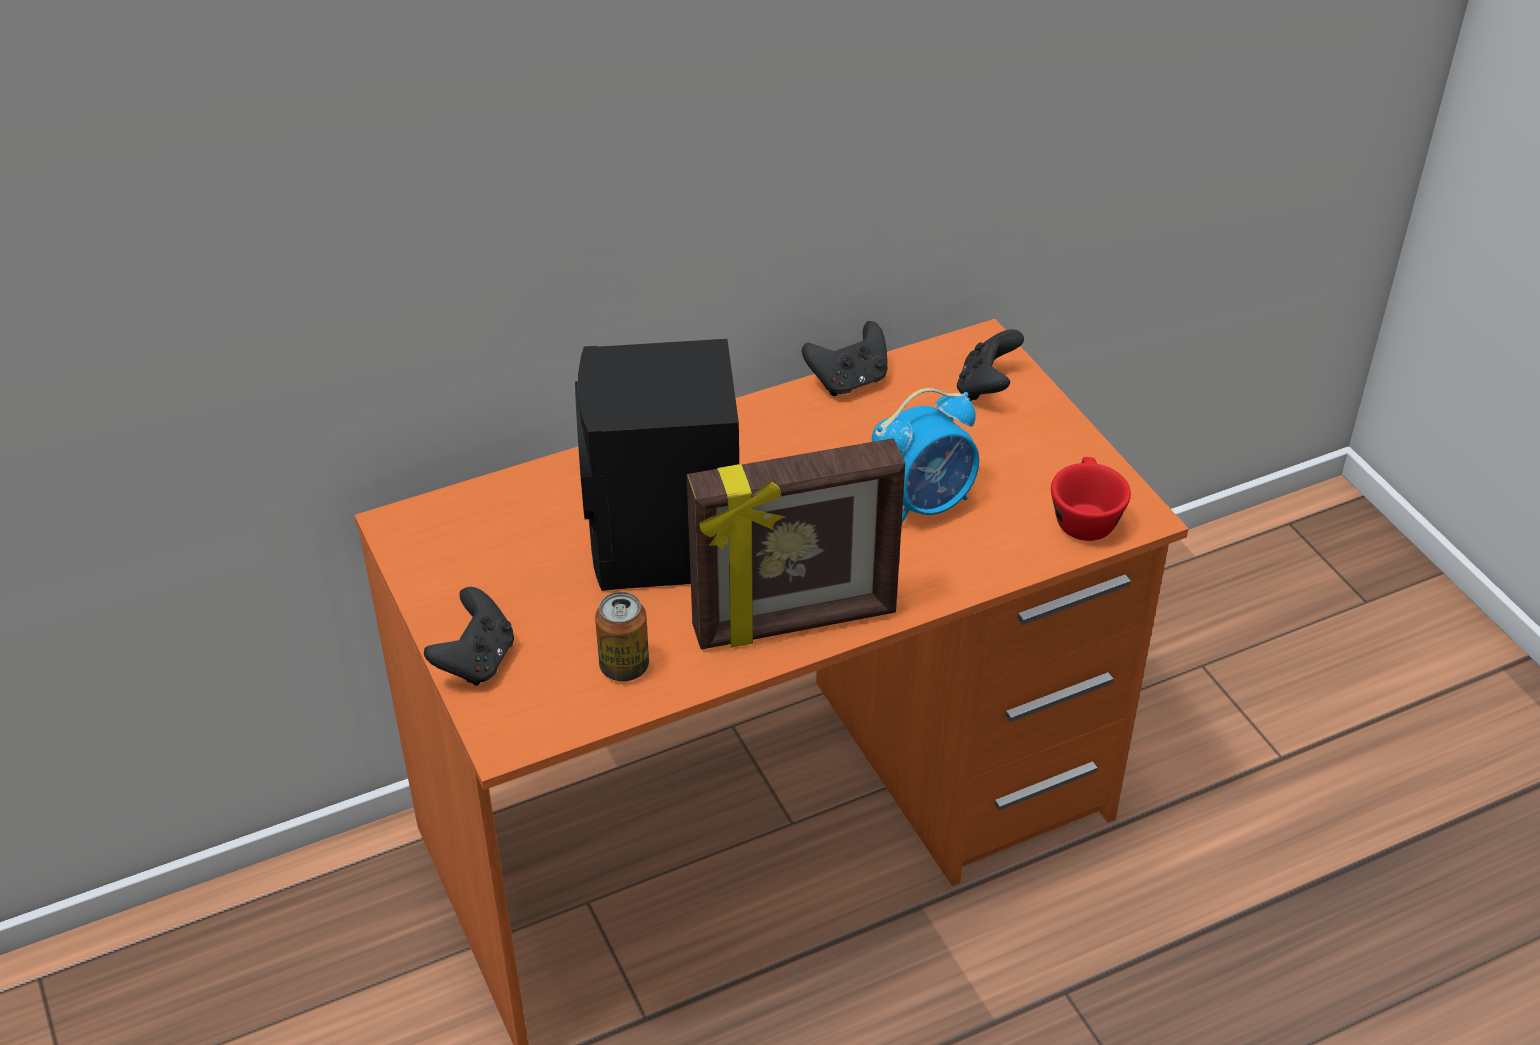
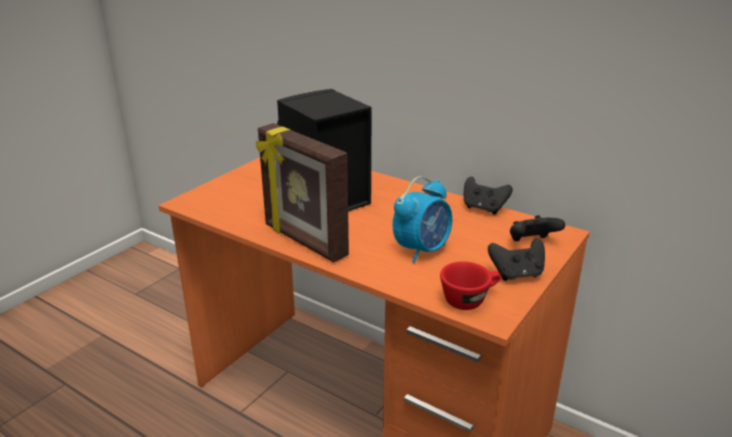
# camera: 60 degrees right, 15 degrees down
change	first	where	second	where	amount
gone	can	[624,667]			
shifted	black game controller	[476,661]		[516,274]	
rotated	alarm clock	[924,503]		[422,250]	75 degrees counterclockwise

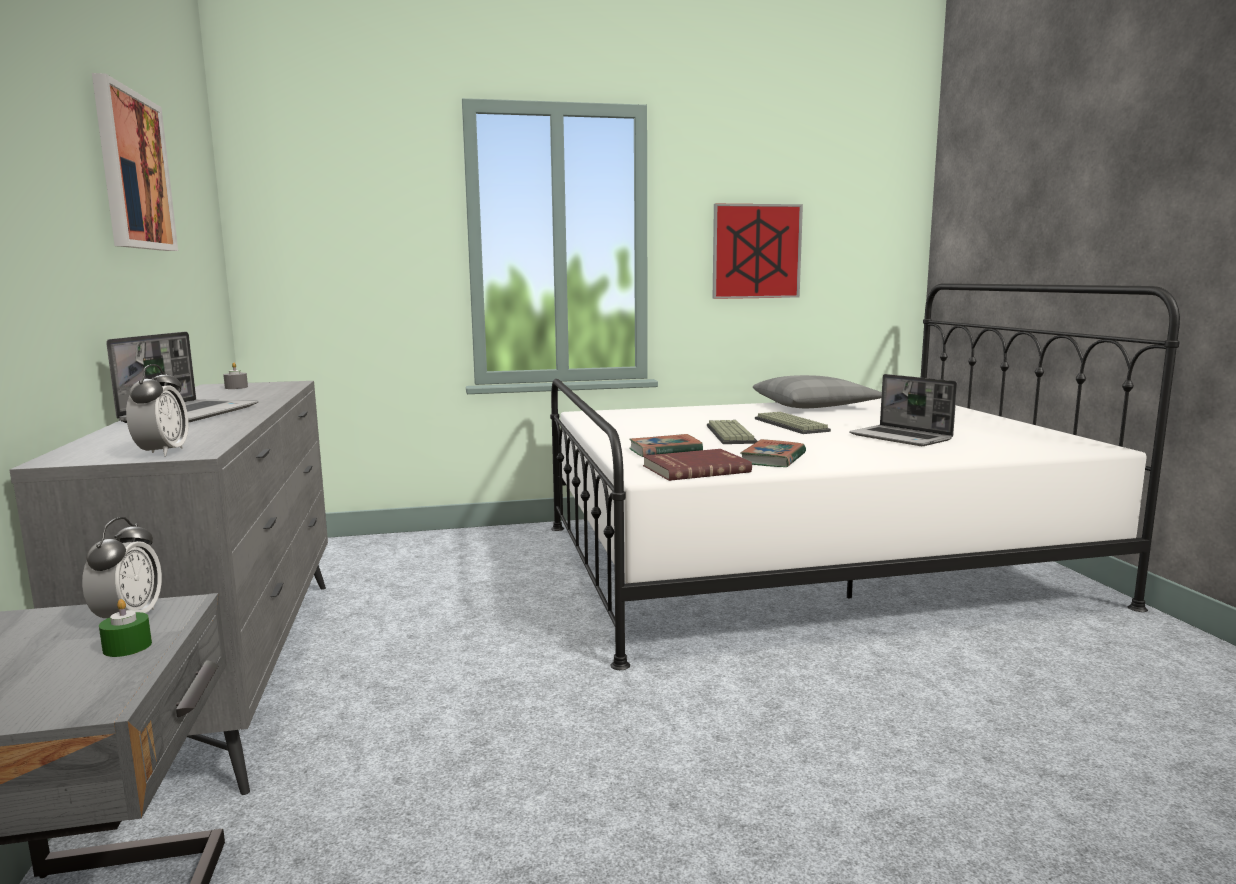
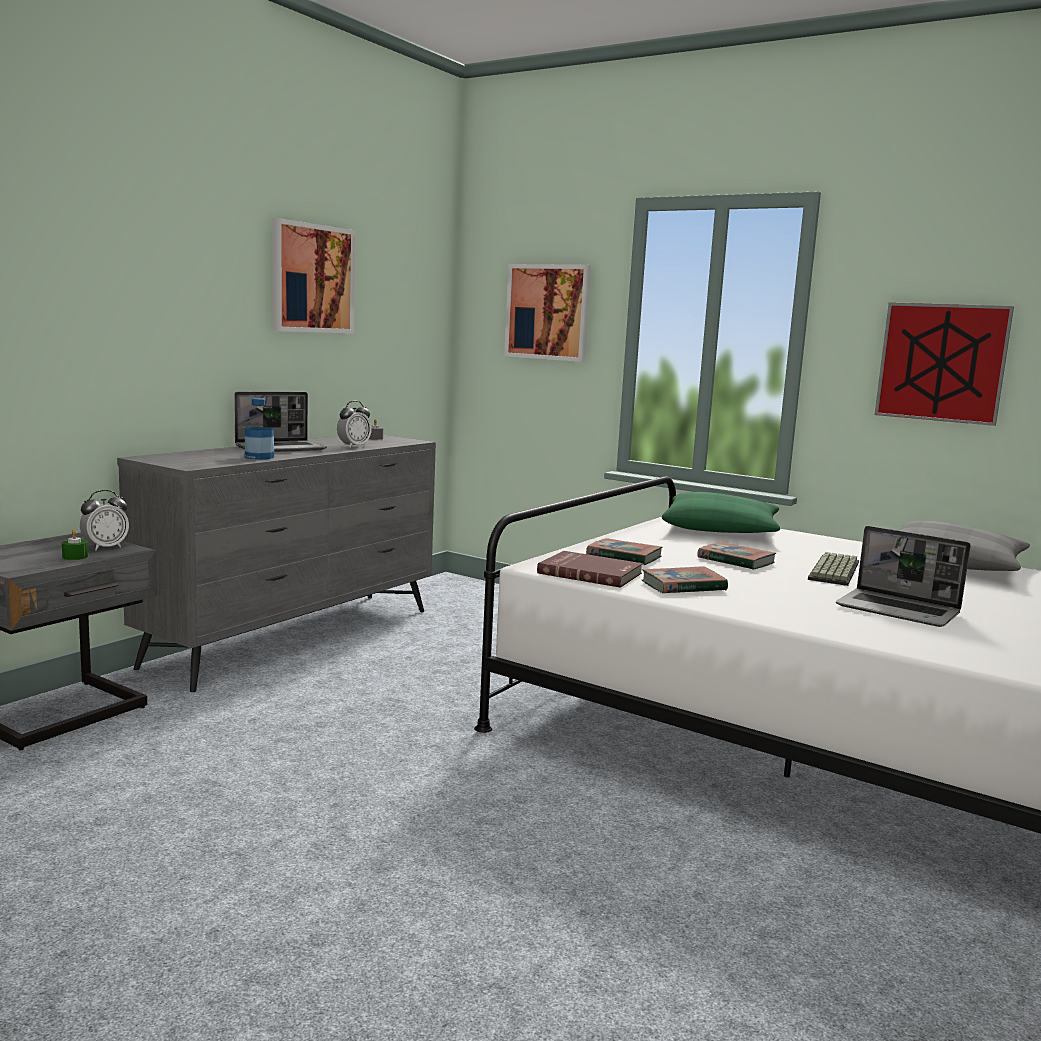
# camera: 45 degrees right, 0 degrees up
change	first	where	second	where	amount
new			bottle	[259,457]	
new			picture	[547,312]	
new			green pillow	[721,529]	
shifted	alarm clock	[162,452]		[354,446]	
swapped	keyboard	[728,434]	book	[735,561]	
rotated	laptop	[901,438]		[899,610]	60 degrees counterclockwise

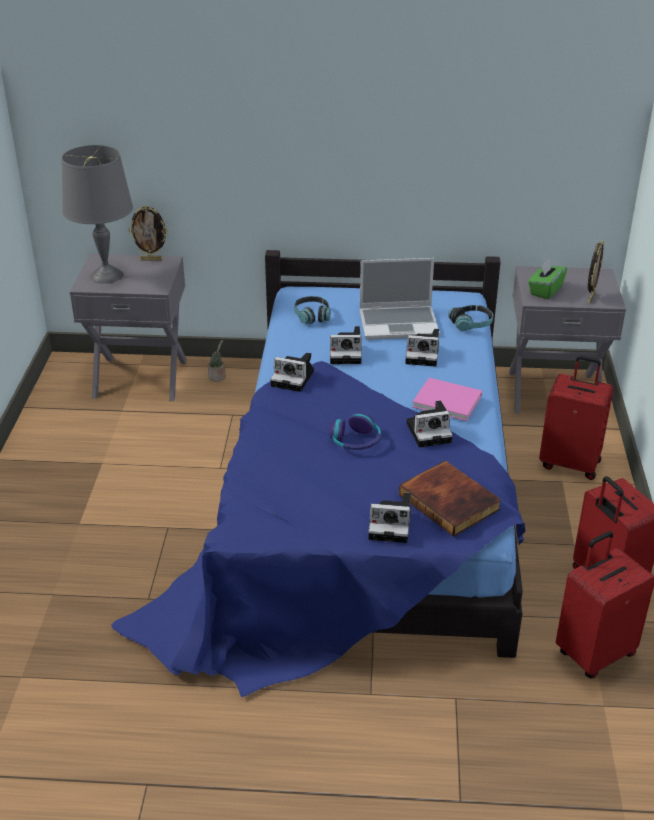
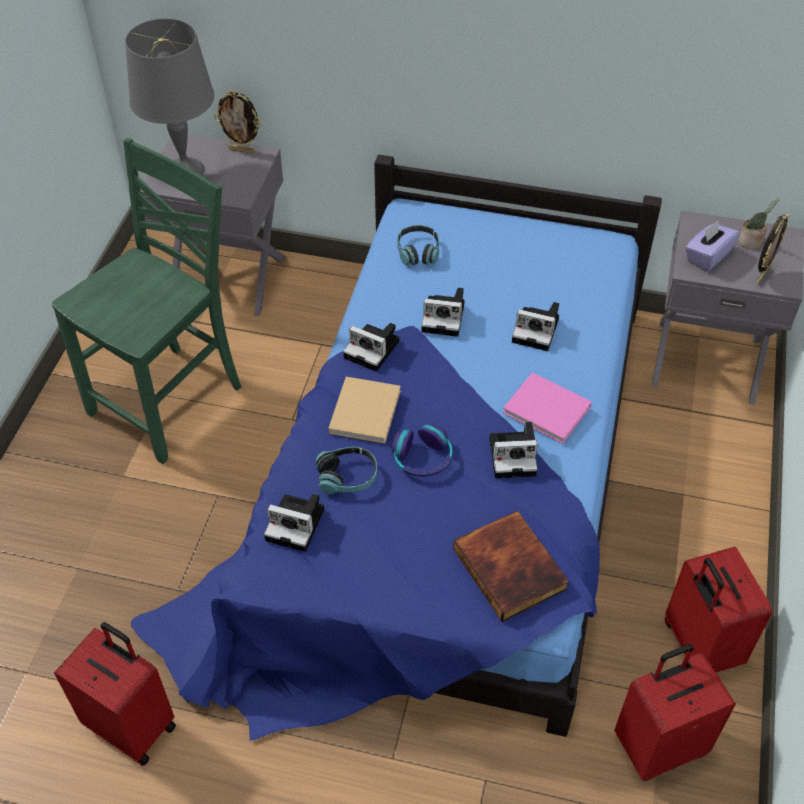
# camera: 10 degrees right, 15 degrees up
change	first	where	second	where	amount
gone	laptop	[399,323]			
new			green chair	[170,400]	
new			beige book	[365,410]	
shifted	potted plant	[218,377]		[751,242]	
shifted	photo camera	[392,525]		[297,524]	
shifted	headphones	[471,324]		[347,477]	
shifted	red suitcase	[570,463]		[133,725]	
repainted	green tissue box	[545,290]	purple tissue box	[707,256]	

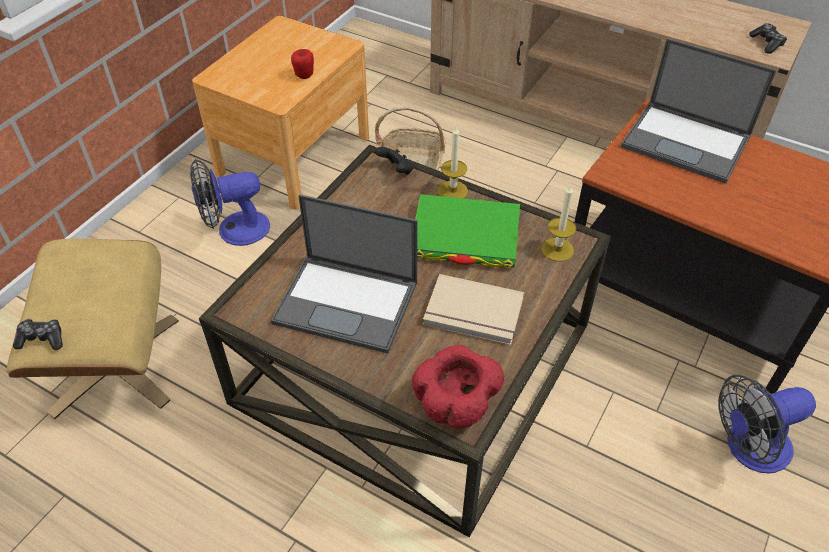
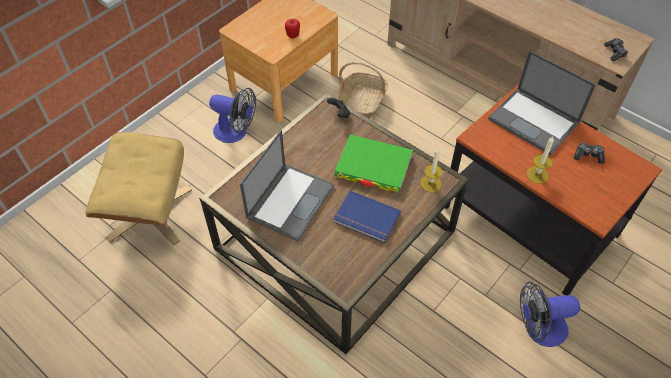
# camera: 10 degrees right, 5 degrees up
change	first	where	second	where	amount
gone	red bowl	[456,406]			
shifted	game controller	[42,339]		[588,156]	
shifted	candle	[453,191]		[537,175]	
repainted	beige book	[473,314]	blue book	[366,219]	
rotated	fan	[234,230]		[236,132]	150 degrees counterclockwise
rotated	laptop	[348,302]		[290,201]	90 degrees counterclockwise

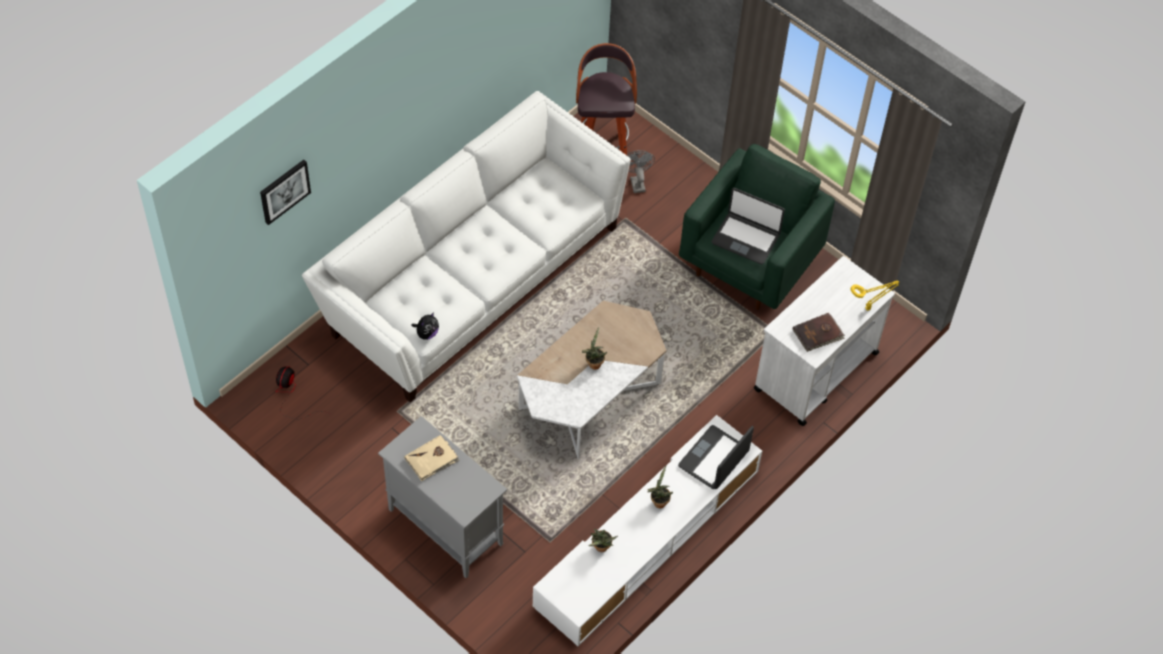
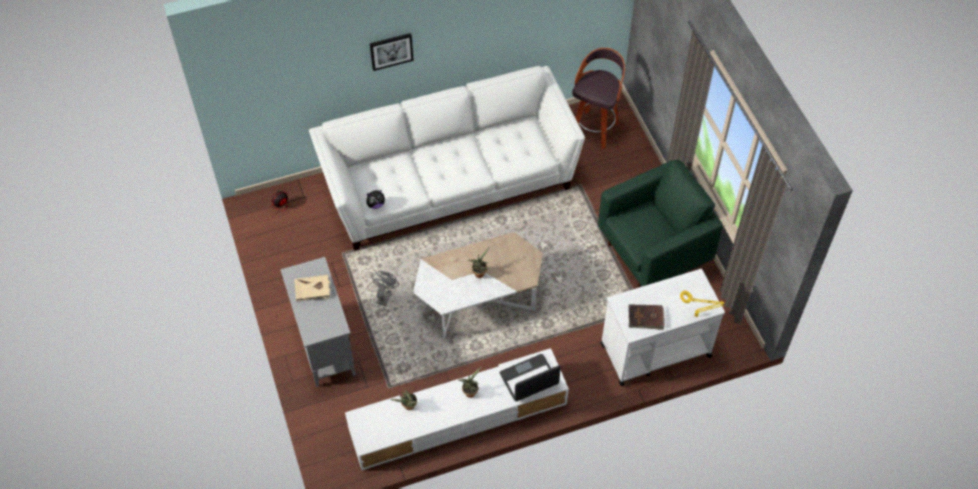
# camera: 30 degrees right, 0 degrees up
change	first	where	second	where	amount
gone	laptop	[746,238]			
shifted	picture	[284,191]		[391,51]	
shifted	grey fan	[636,182]		[384,295]	

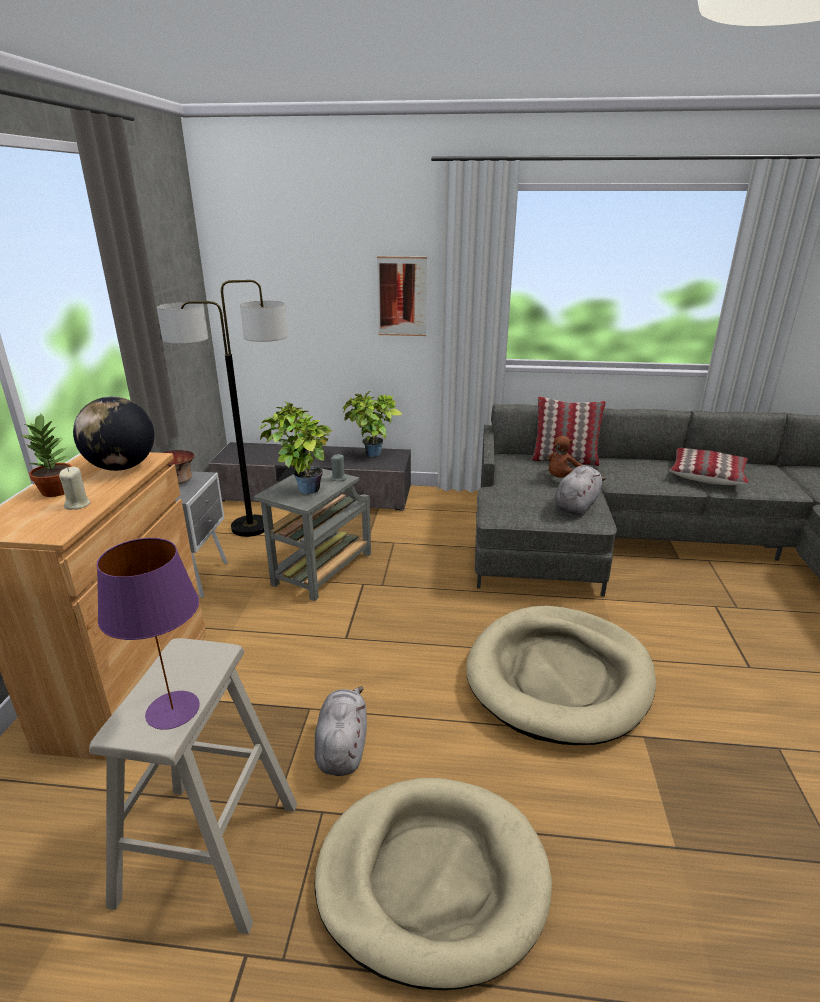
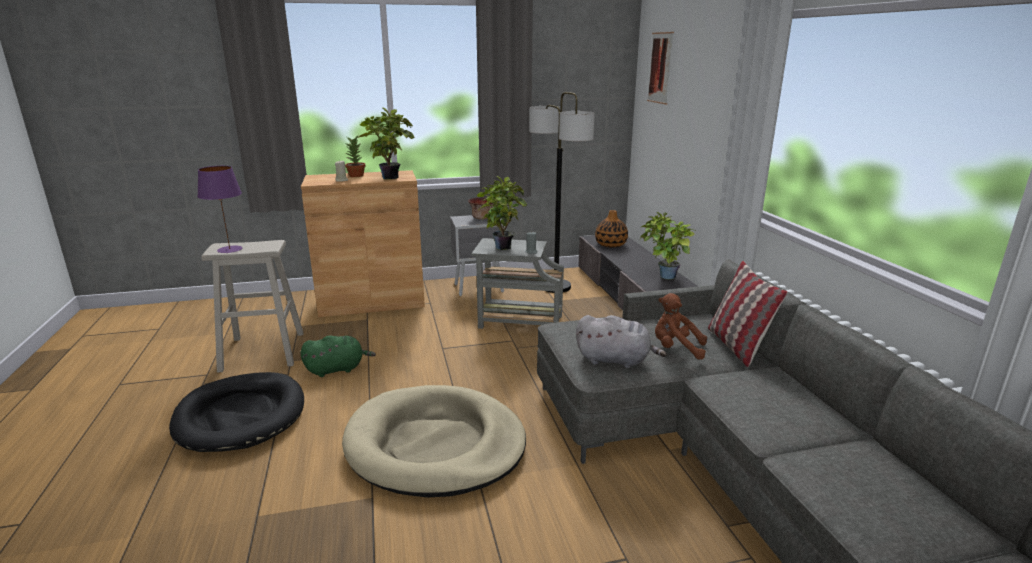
# camera: 70 degrees right, 5 degrees down
change	first	where	second	where	amount
gone	pillow	[706,475]			
new			vase	[610,244]	
shifted	picture	[402,297]		[660,68]	
swapped	globe	[122,467]	potted plant	[390,177]	
repainted	grey plush toy	[342,747]	green plush toy	[337,369]	
repainted	beige dog bed	[432,878]	black dog bed	[241,416]	

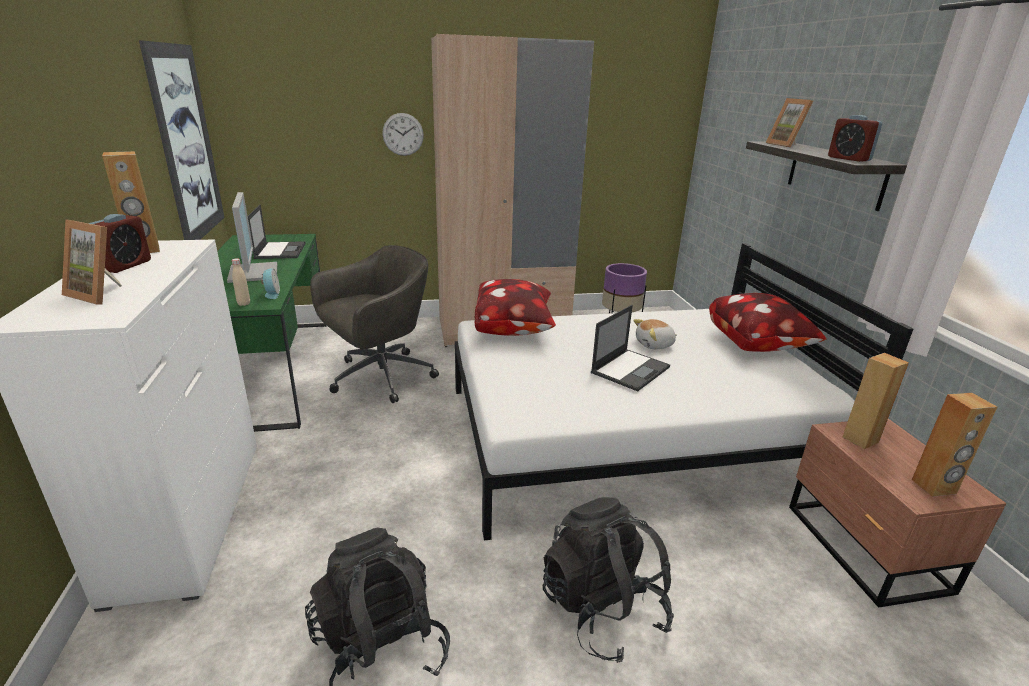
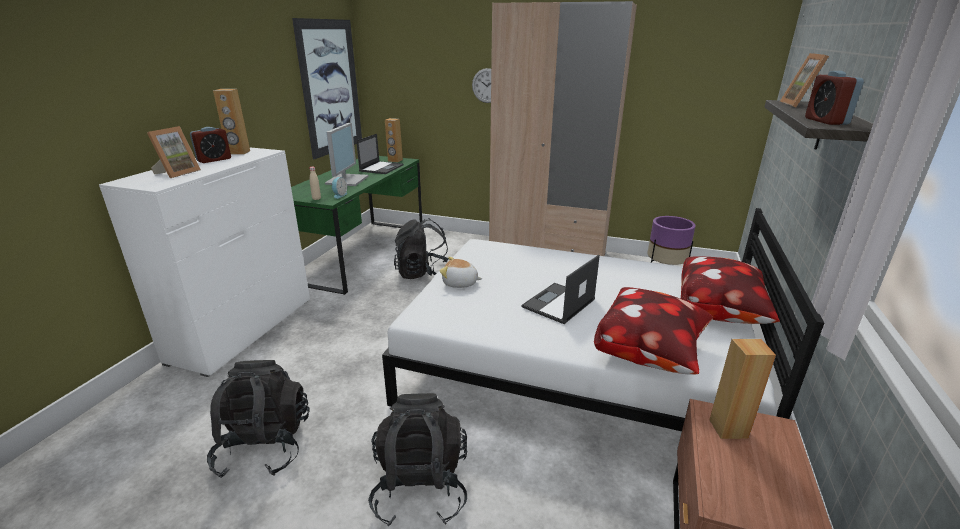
# camera: 30 degrees right, 0 degrees up
change	first	where	second	where	amount
shifted	pillow	[514,329]		[650,354]	
shifted	plush toy	[654,345]		[460,283]	
shifted	brown speaker	[934,487]		[395,160]	
swapped	grey office chair	[379,377]	black backpack	[423,273]	
rotated	picture frame	[102,294]		[177,173]	120 degrees counterclockwise
rotated	laptop	[630,369]		[558,303]	150 degrees clockwise

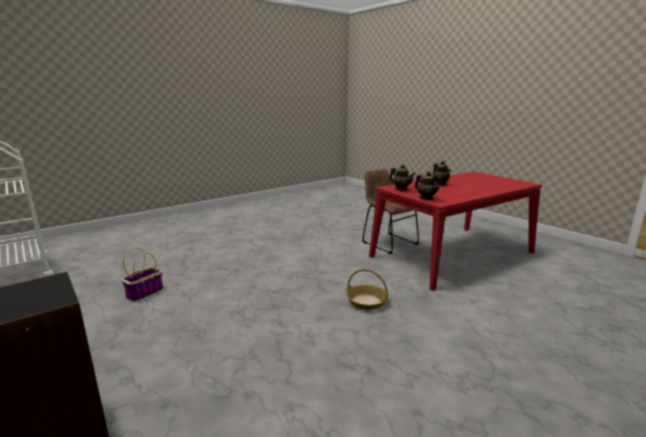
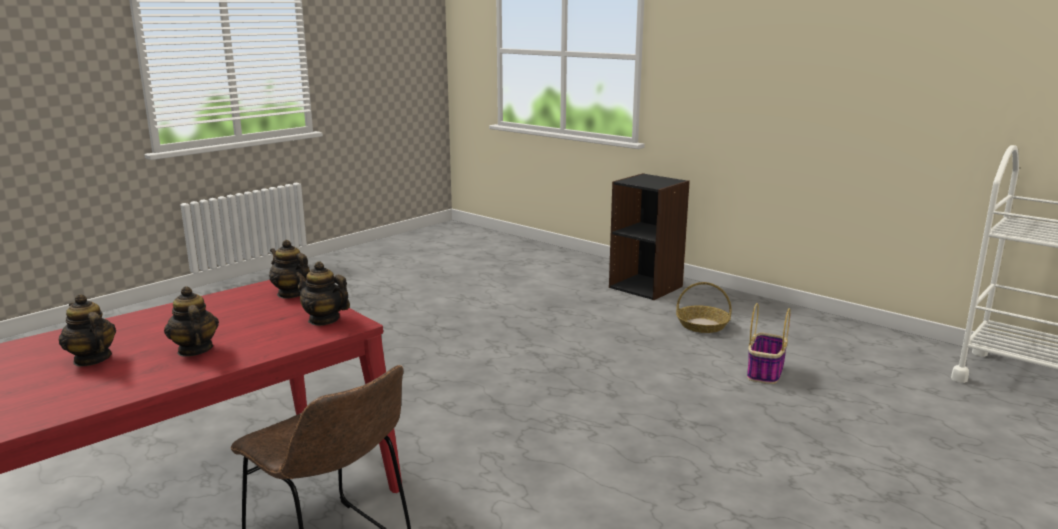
# camera: 170 degrees right, 0 degrees up
change	first	where	second	where	amount
new			teapot	[92,359]	
shifted	basket	[366,302]		[702,325]	

